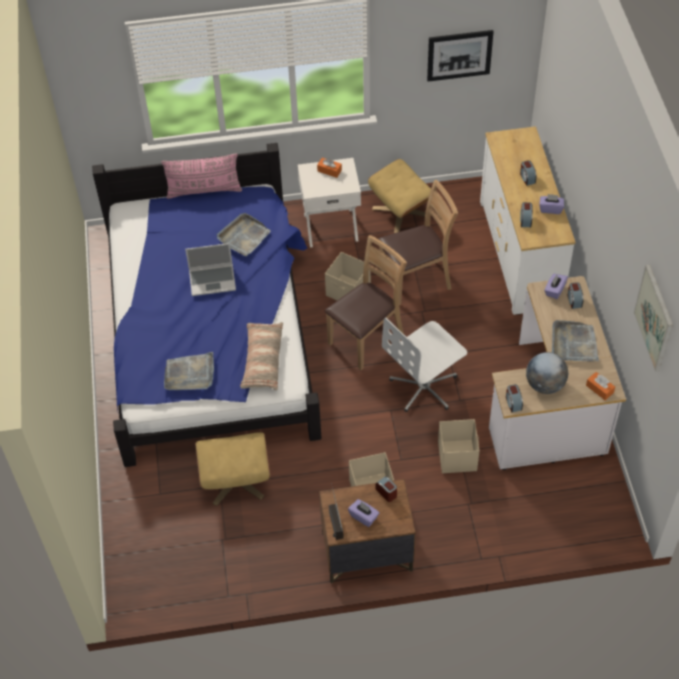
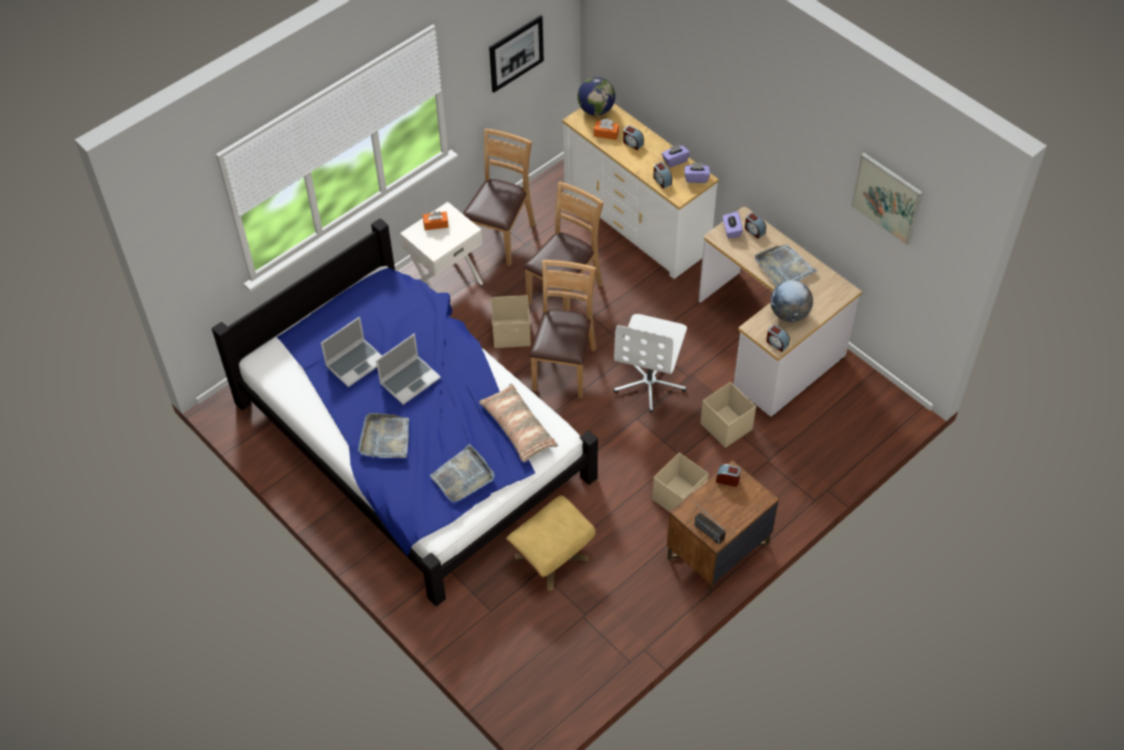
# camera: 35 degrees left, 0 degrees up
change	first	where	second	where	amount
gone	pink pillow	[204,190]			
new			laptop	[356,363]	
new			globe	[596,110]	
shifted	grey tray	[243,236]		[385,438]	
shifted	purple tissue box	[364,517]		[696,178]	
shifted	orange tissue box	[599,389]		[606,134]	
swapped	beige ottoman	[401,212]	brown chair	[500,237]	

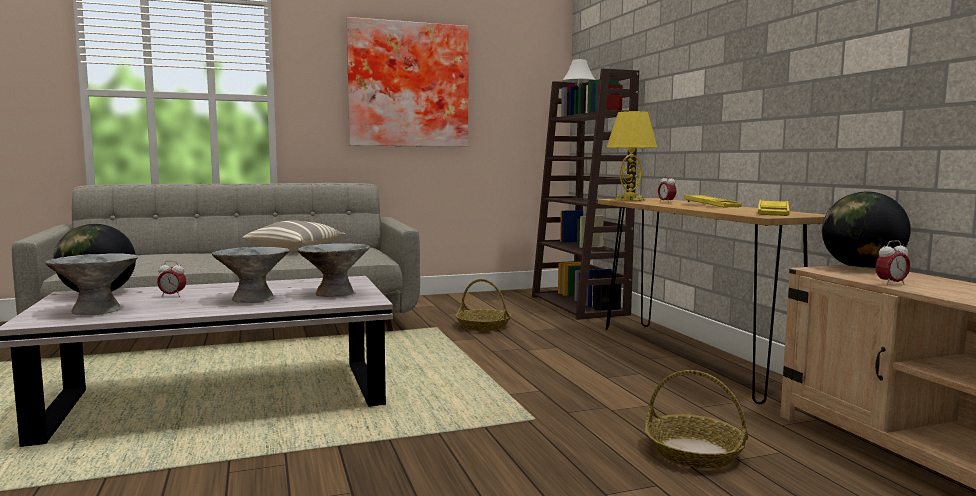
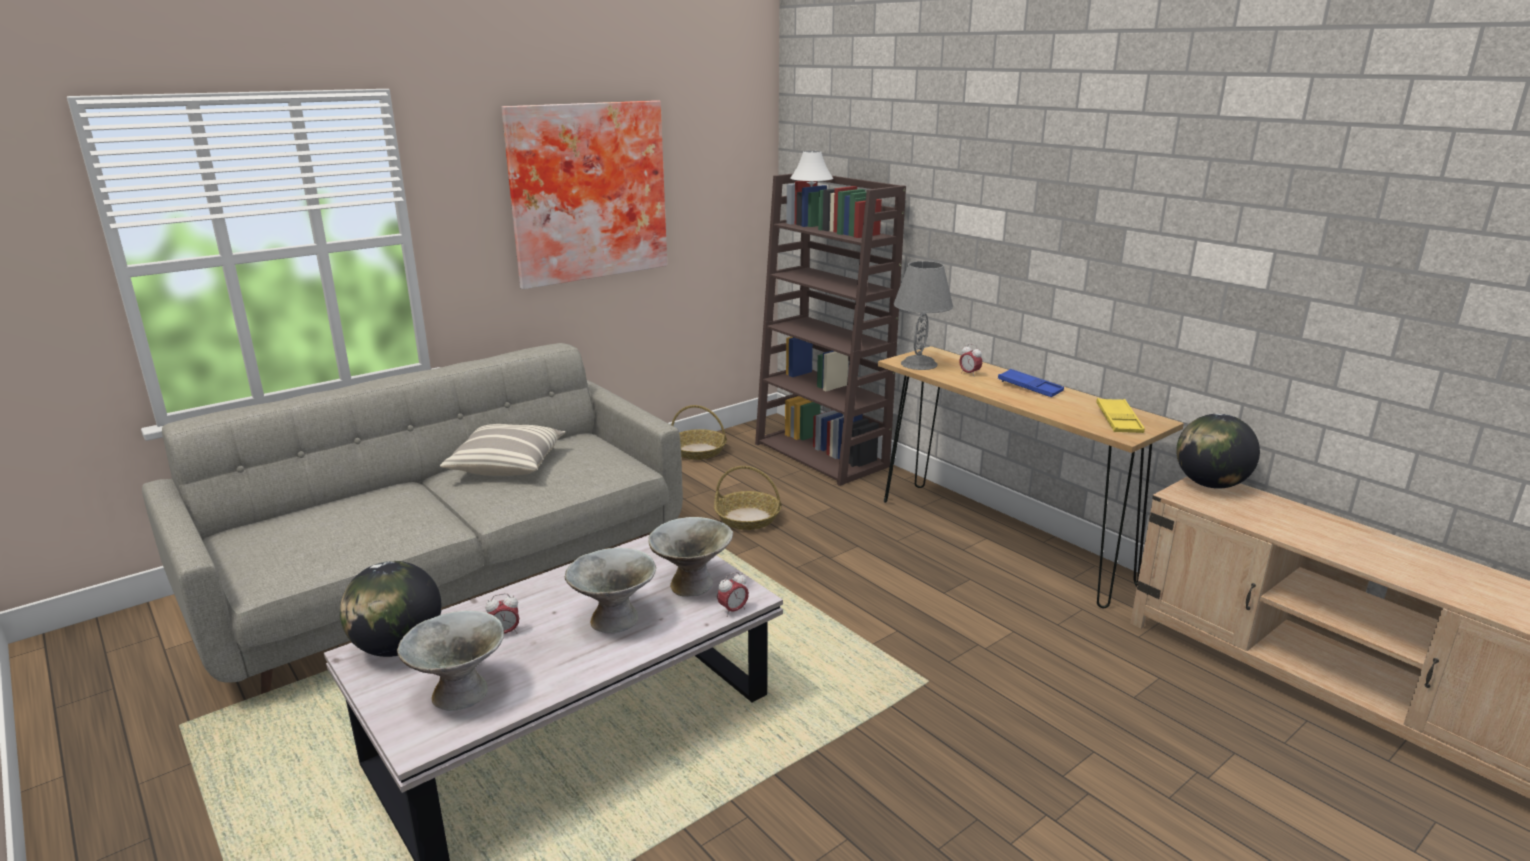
# camera: 20 degrees left, 15 degrees up
change	first	where	second	where	amount
shifted	basket	[694,452]		[698,451]	
shifted	alarm clock	[891,284]		[733,610]	
repainted	yellow table lamp	[630,200]	grey table lamp	[919,364]	
repainted	yellow tray	[711,206]	blue tray	[1029,388]	

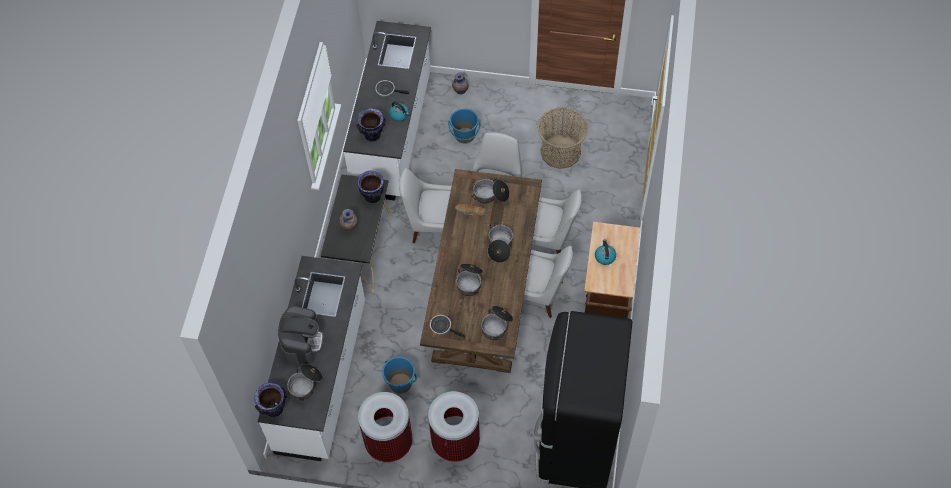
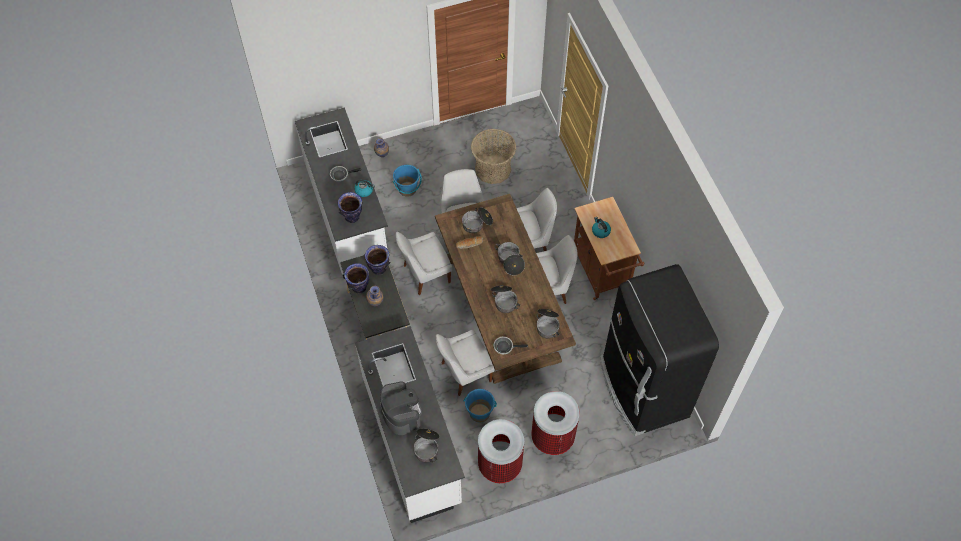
# camera: 30 degrees left, 0 degrees up
change	first	where	second	where	amount
new			white chair	[464,373]	
shifted	vase	[274,408]		[359,287]	

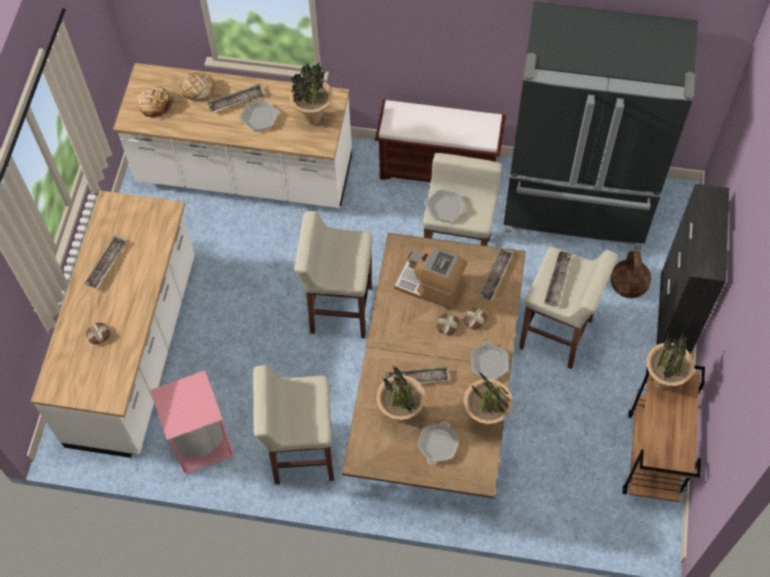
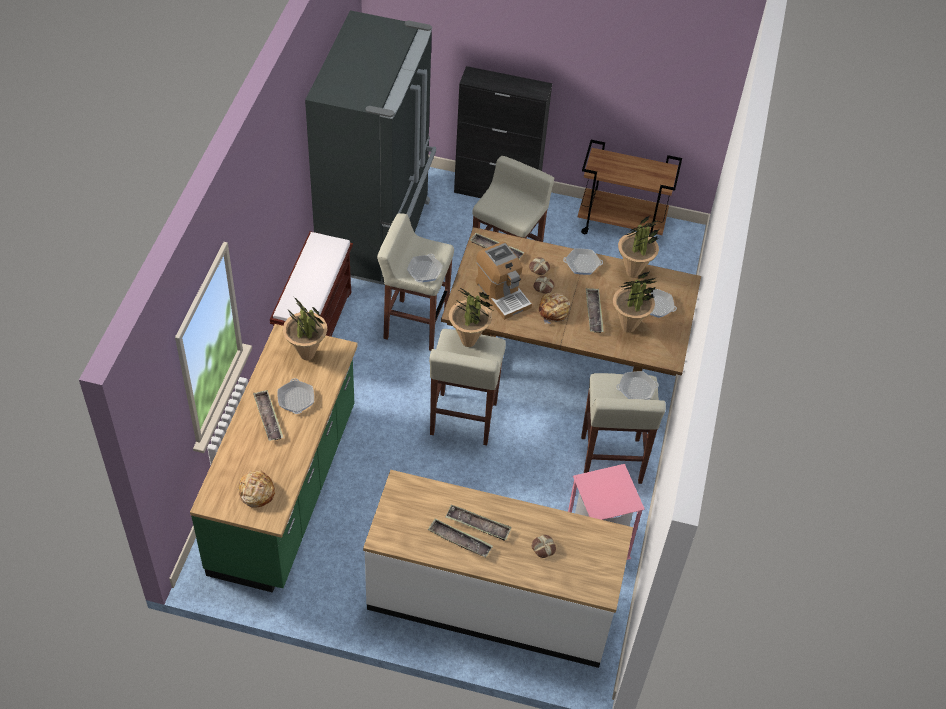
# camera: 90 degrees left, 10 degrees down
change	first	where	second	where	amount
gone	basket	[629,283]			
new			frying pan	[636,389]	
shifted	bread	[197,90]		[554,311]	
shifted	tray	[557,280]		[478,525]	
shifted	potted plant	[661,382]		[469,341]	
repainted	white counter	[245,173]	green counter	[285,490]	
rotated	coffee machine	[430,286]		[502,294]	60 degrees counterclockwise

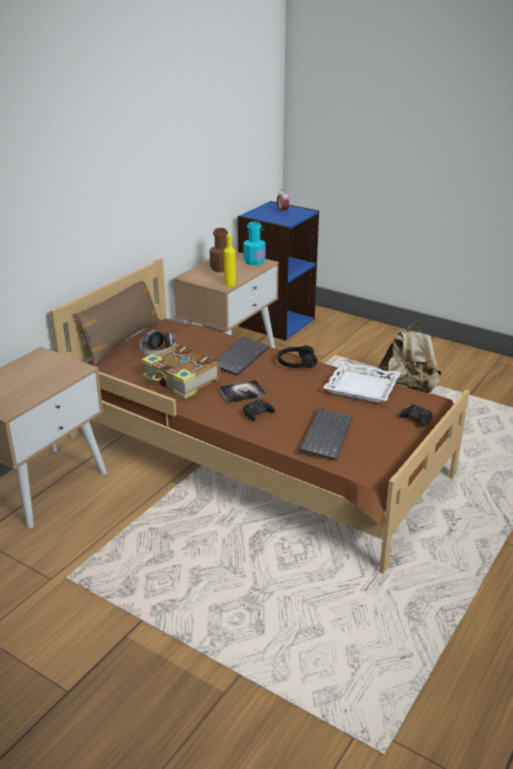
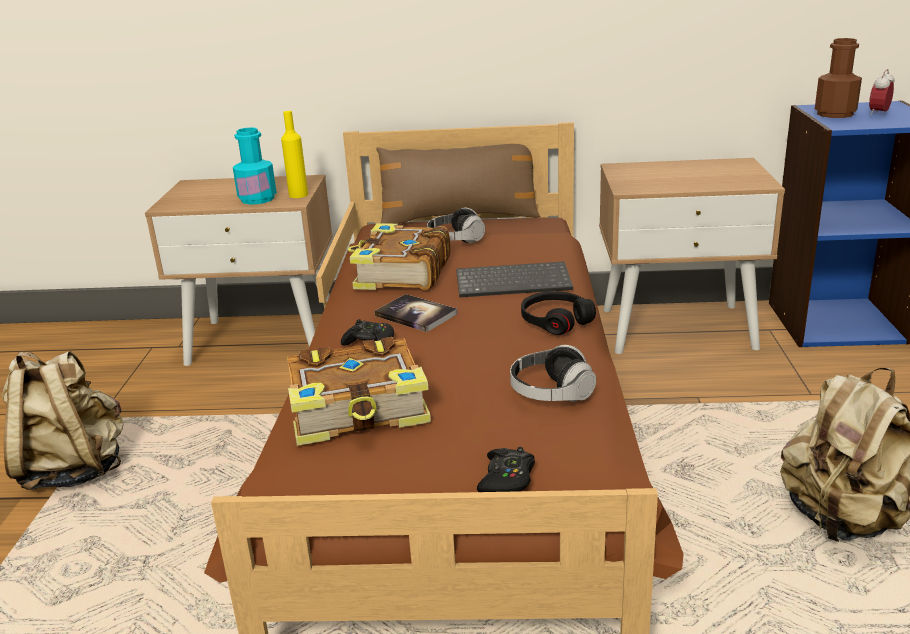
# camera: 60 degrees right, 5 degrees down
change	first	where	second	where	amount
new			beige backpack	[74,470]	
shifted	brown bottle	[221,268]		[835,114]	
shifted	yellow bottle	[230,284]		[298,195]	
shifted	turquoise bottle	[254,261]		[257,199]	
swapped	keyboard	[325,434]	book	[359,409]	
swapped	white tray	[361,387]	headphones	[551,393]	

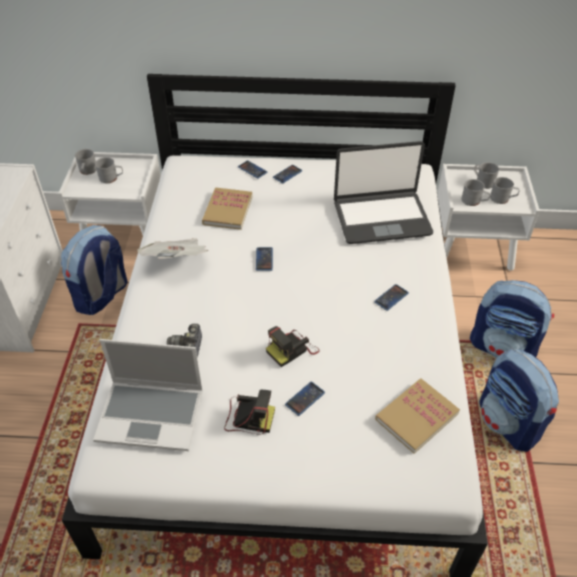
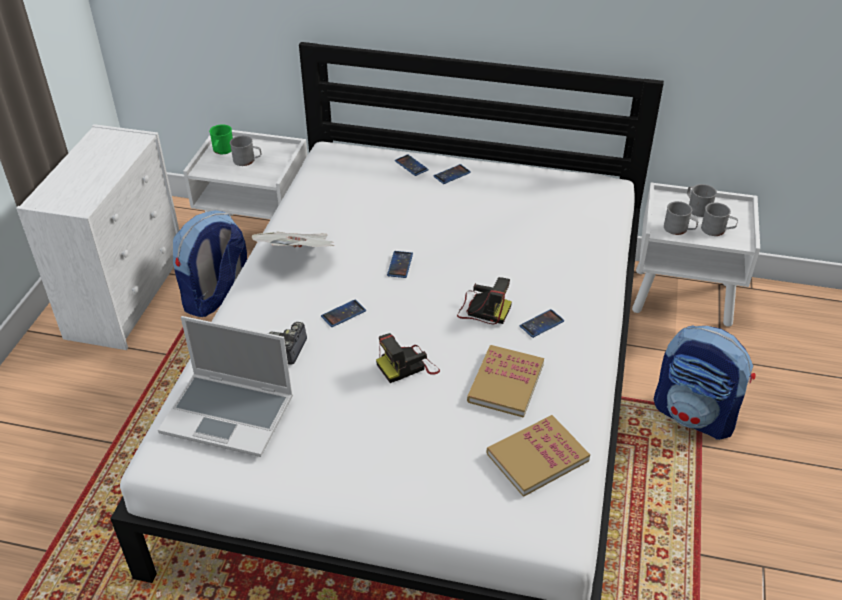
# camera: 10 degrees right, 5 degrees down
change	first	where	second	where	amount
gone	laptop	[381,218]			
gone	backpack	[509,423]			
shifted	book	[227,210]		[505,383]	
shifted	photo camera	[248,417]		[482,309]	
shifted	phone	[305,399]		[343,314]	
repainted	grey mug	[87,171]	green mug	[222,151]	

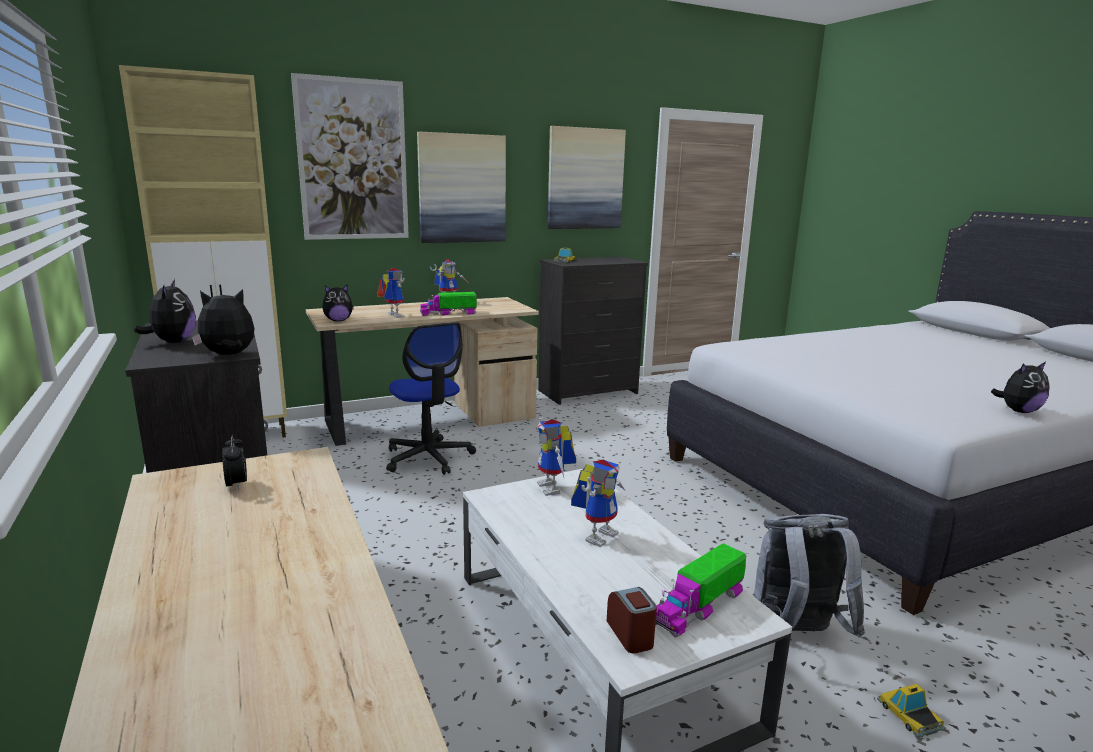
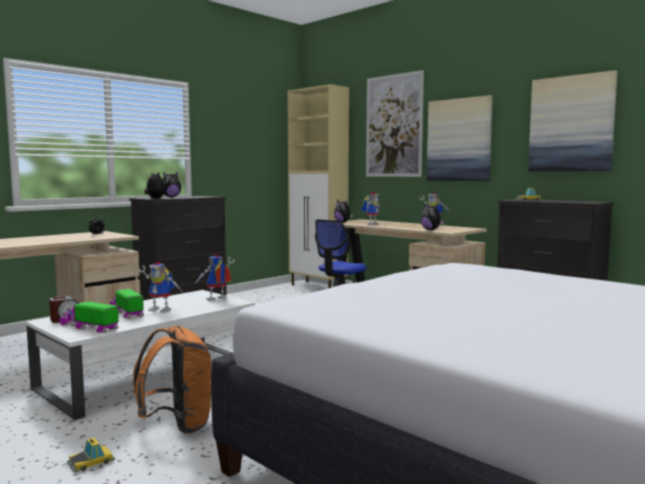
# camera: 70 degrees right, 10 degrees down
change	first	where	second	where	amount
shifted	toy truck	[448,313]		[126,312]	
shifted	plush toy	[1018,411]		[431,230]	
repainted	grey backpack	[795,633]	orange backpack	[178,425]	

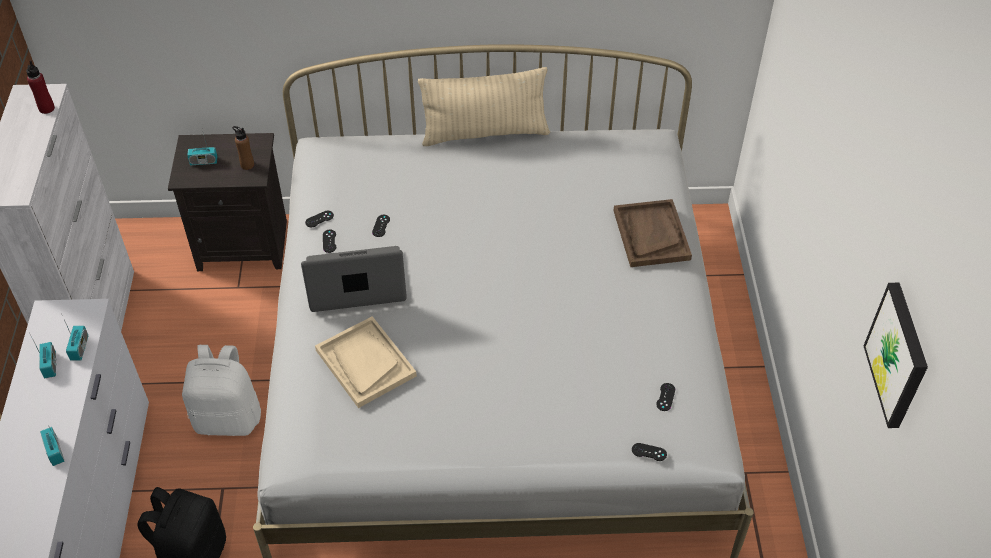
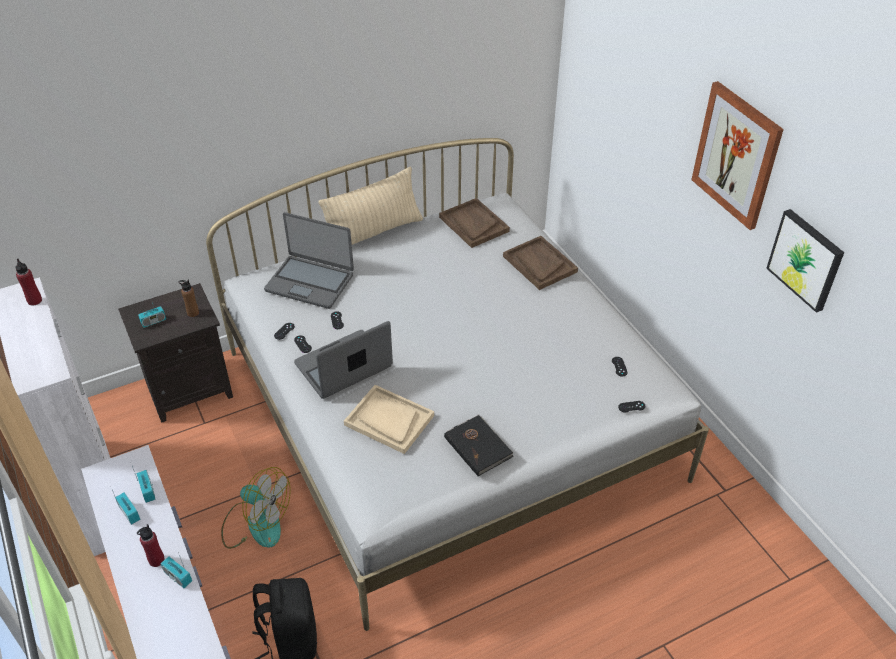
# camera: 25 degrees left, 5 degrees down
change	first	where	second	where	amount
new			red bottle	[156,560]	
new			laptop	[310,282]	
new			brown tray	[473,224]	
new			black book	[478,446]	
new			picture	[736,155]	
swapped	white backpack	[228,418]	fan	[256,523]	

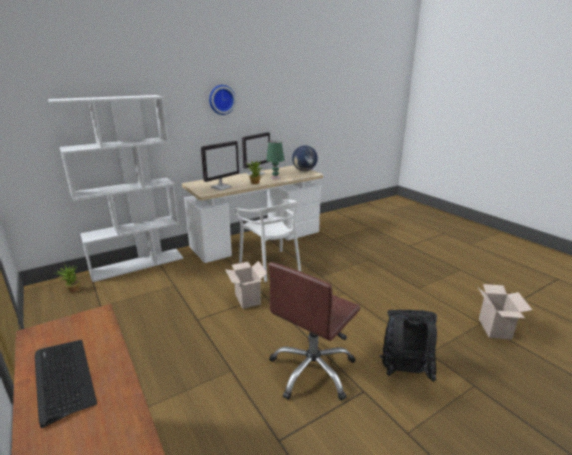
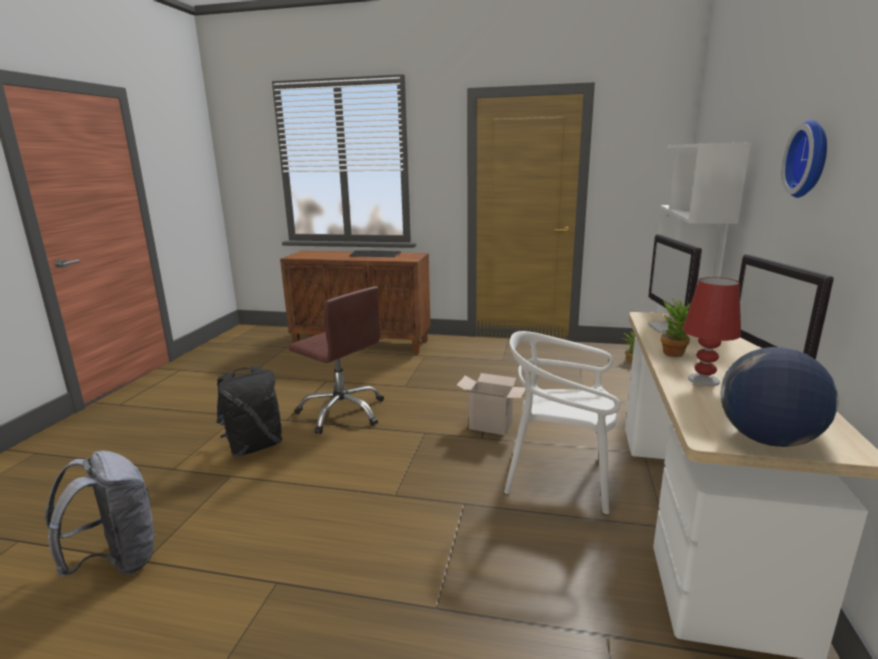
# camera: 135 degrees right, 5 degrees down
change	first	where	second	where	amount
swapped	cardboard box	[496,329]	grey backpack	[117,561]	
repainted	green table lamp	[275,177]	red table lamp	[703,380]	
rotated	brown office chair	[312,370]		[342,412]	135 degrees clockwise

